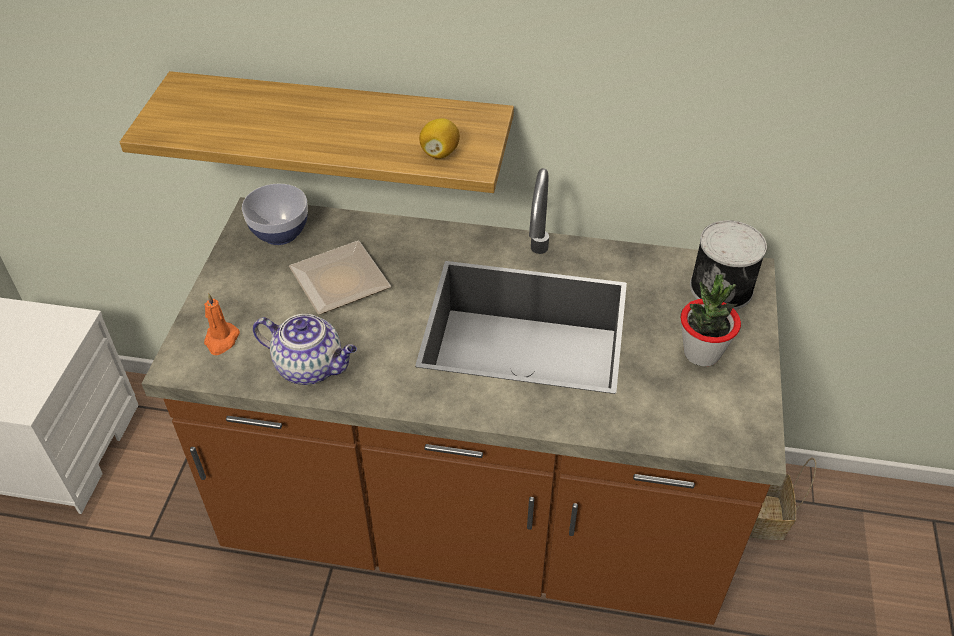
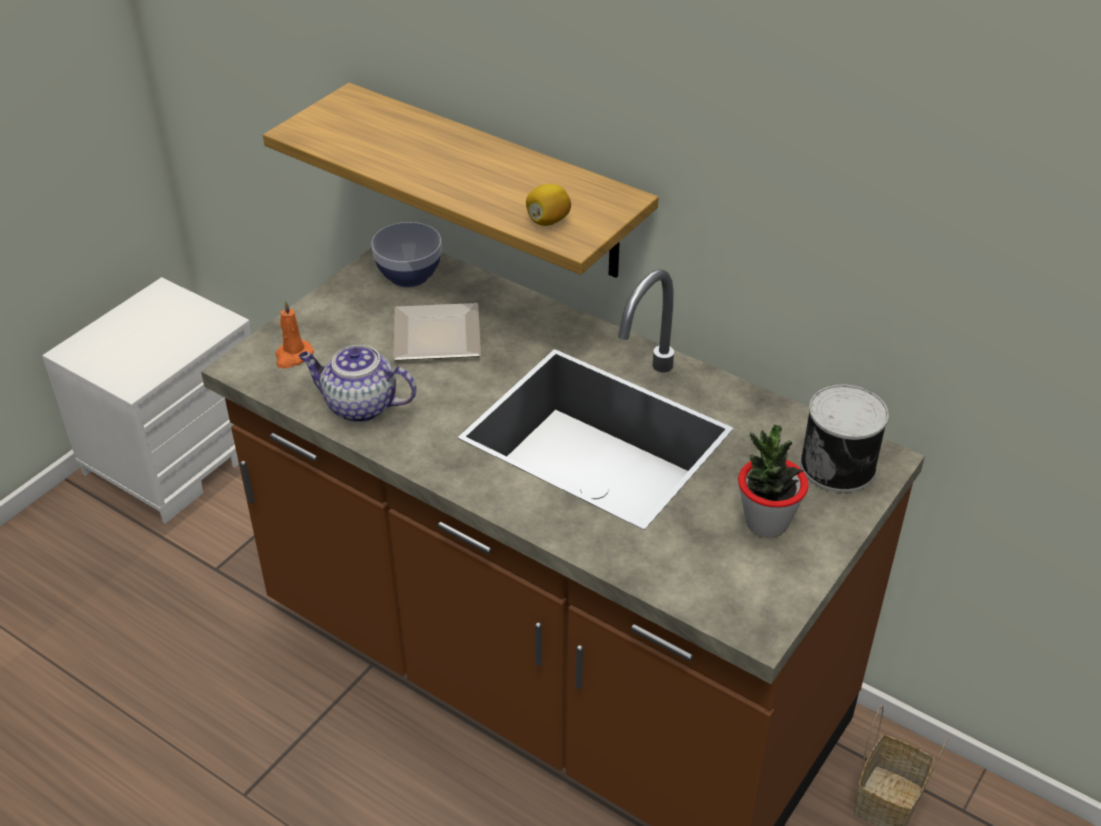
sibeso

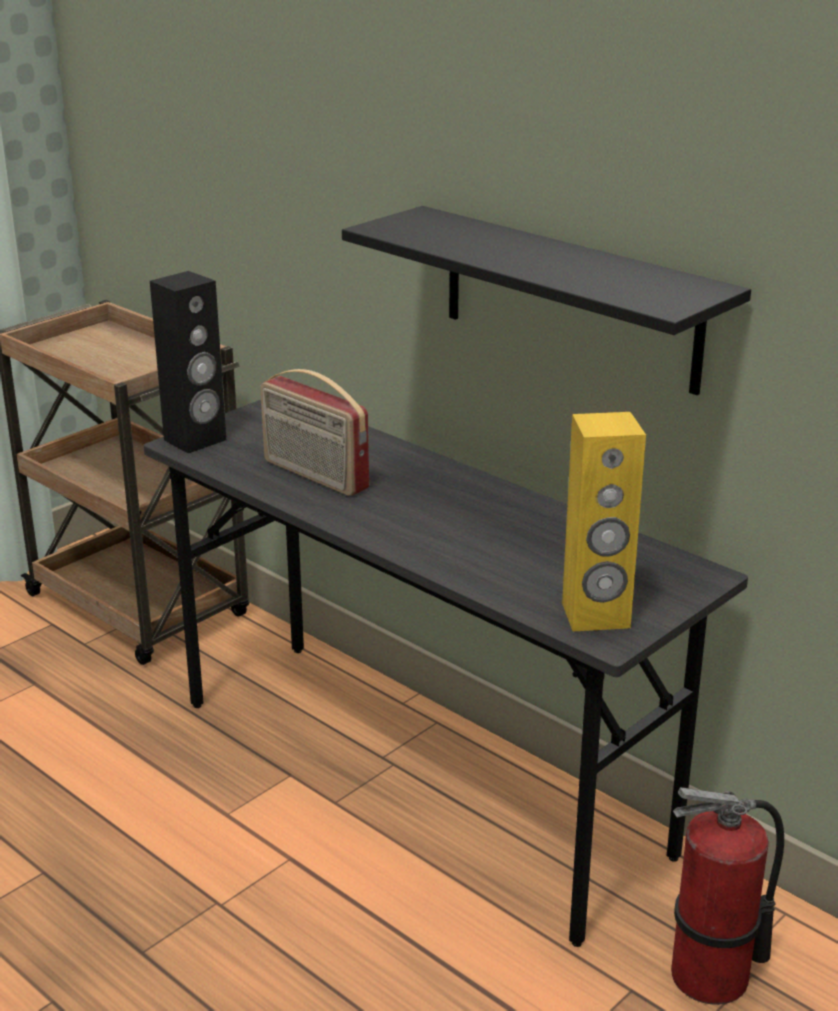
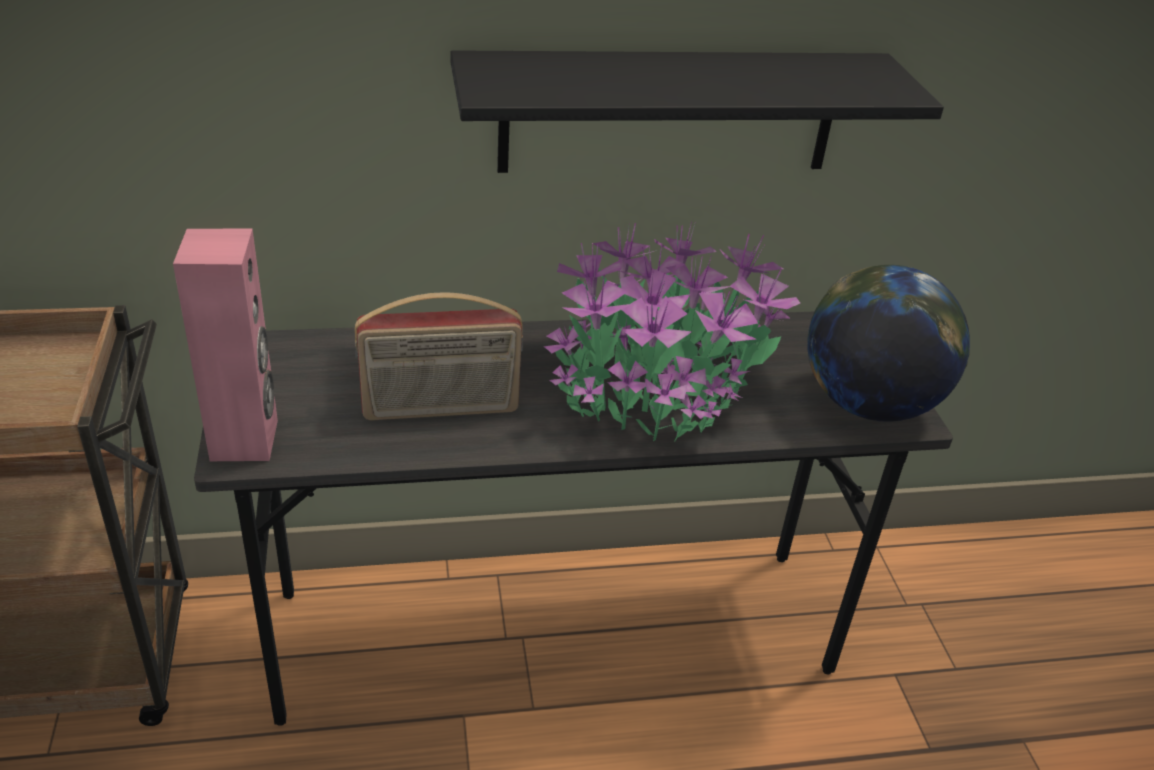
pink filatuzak; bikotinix; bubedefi; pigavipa

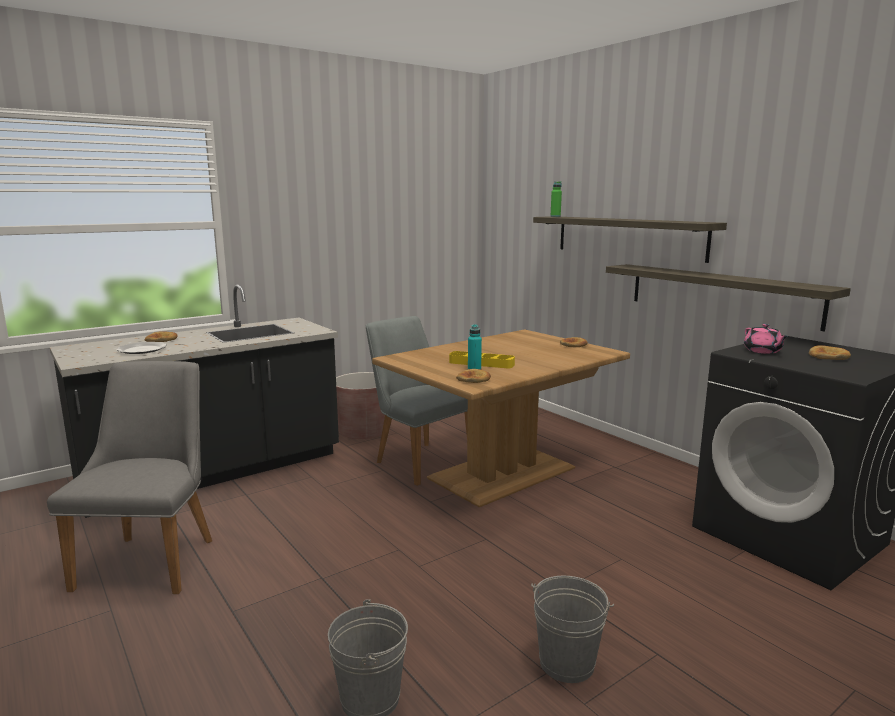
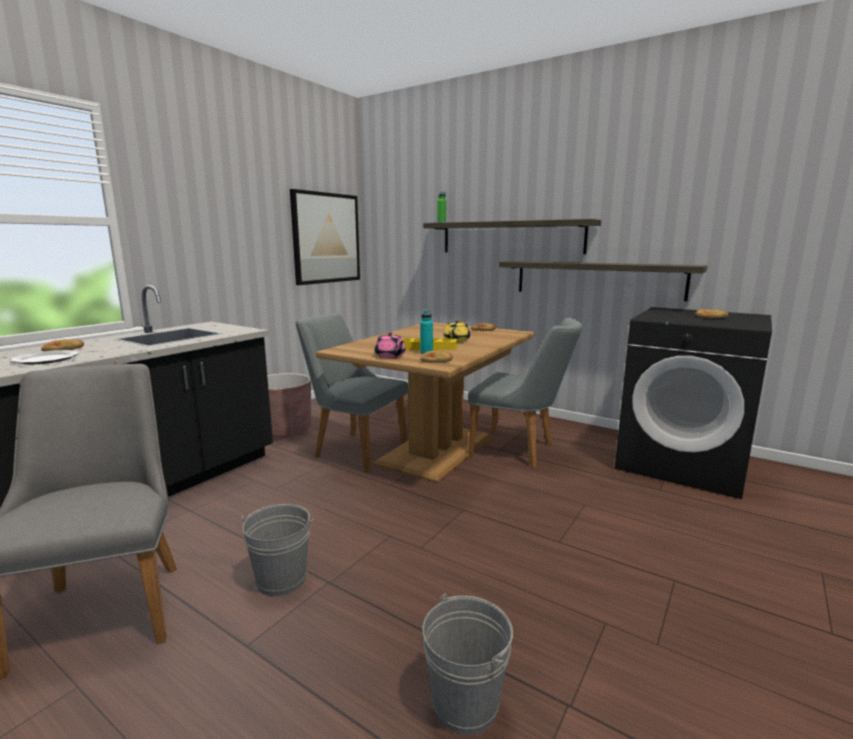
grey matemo (no. 1 from left); pink sibeso; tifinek; yellow sibeso; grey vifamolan (no. 3 from left)

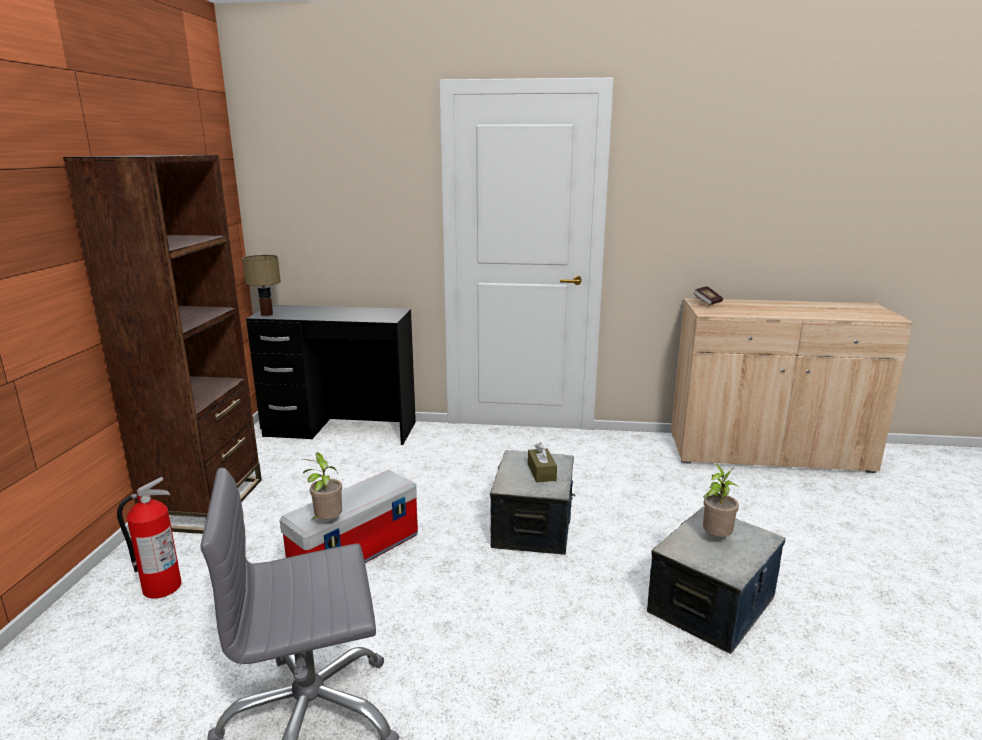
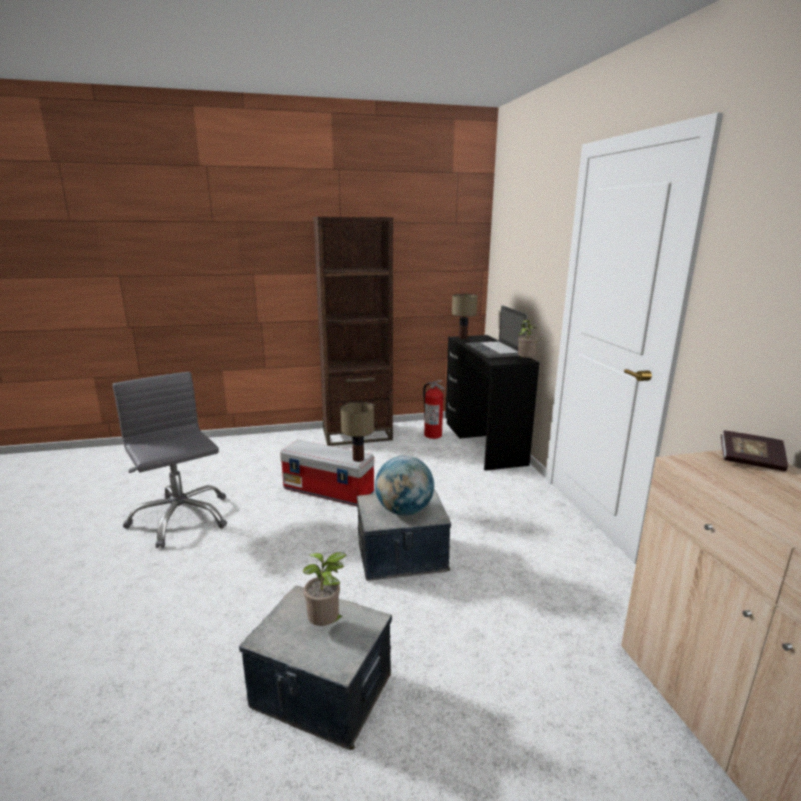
bubedefi; pigavipa (no. 2 from left); bikotinix; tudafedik (no. 1 from left); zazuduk

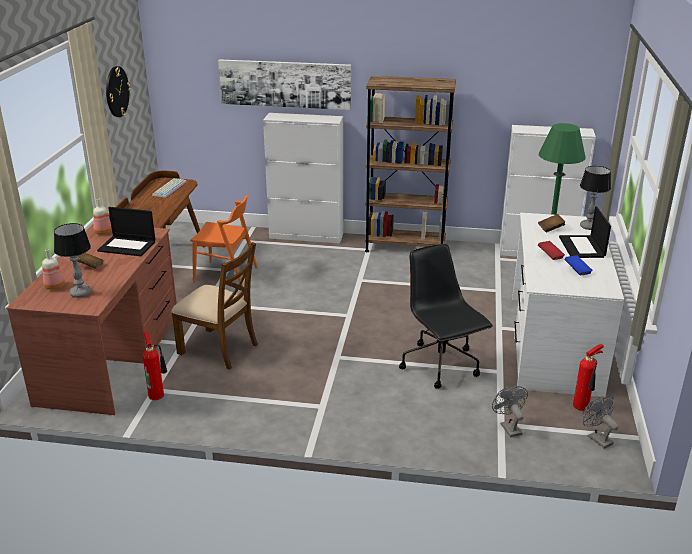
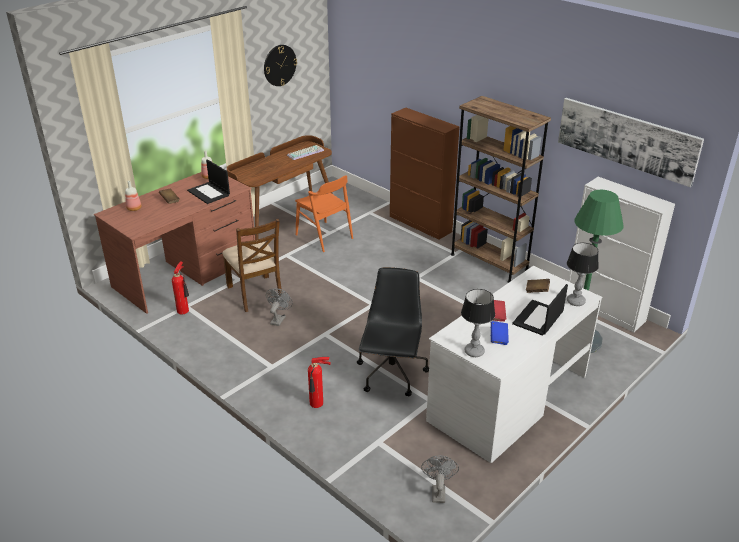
tudafedik (no. 1 from left); tifinek; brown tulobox; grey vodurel (no. 1 from left); bubedefi (no. 2 from left)

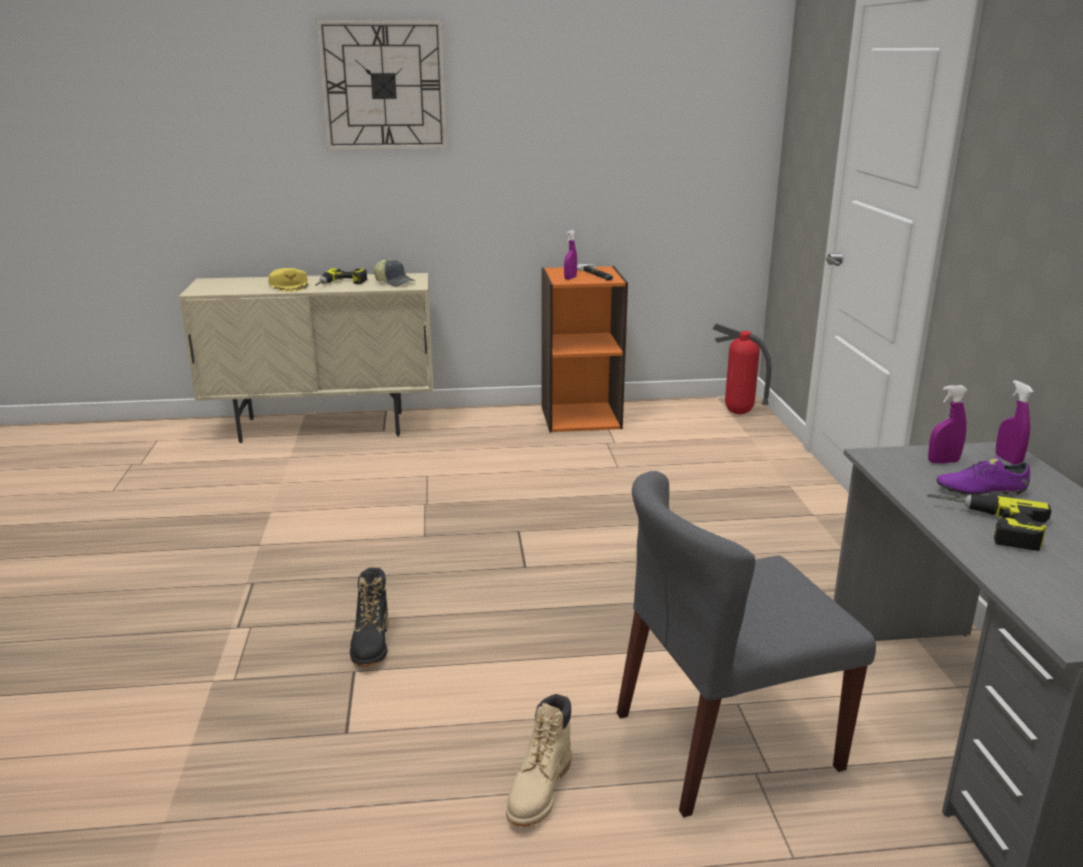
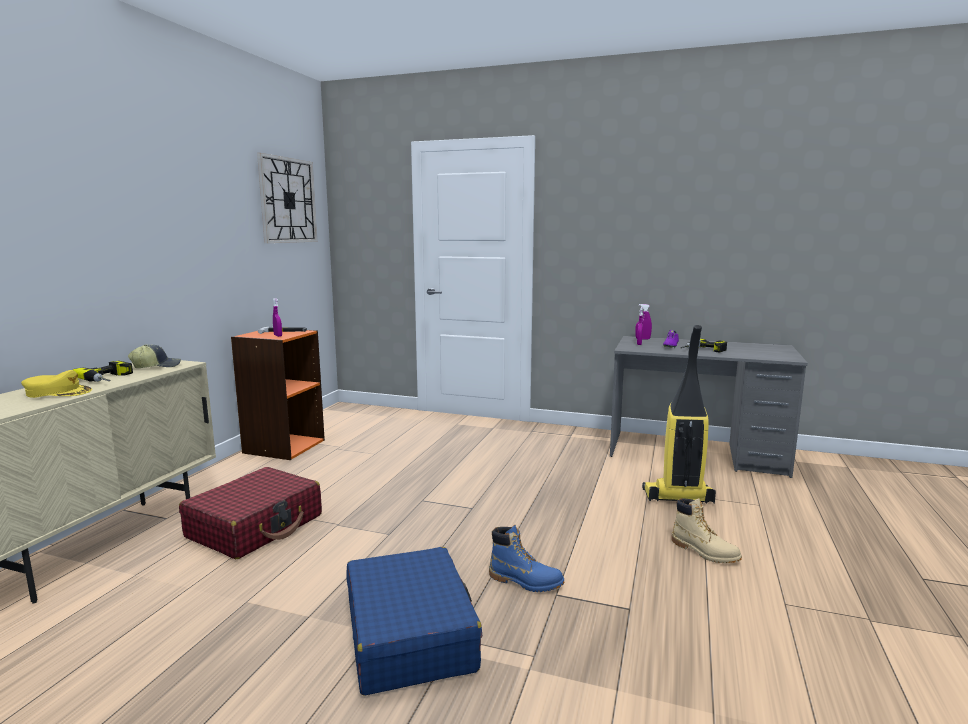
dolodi; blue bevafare; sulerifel; bubedefi; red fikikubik; blue fikikubik

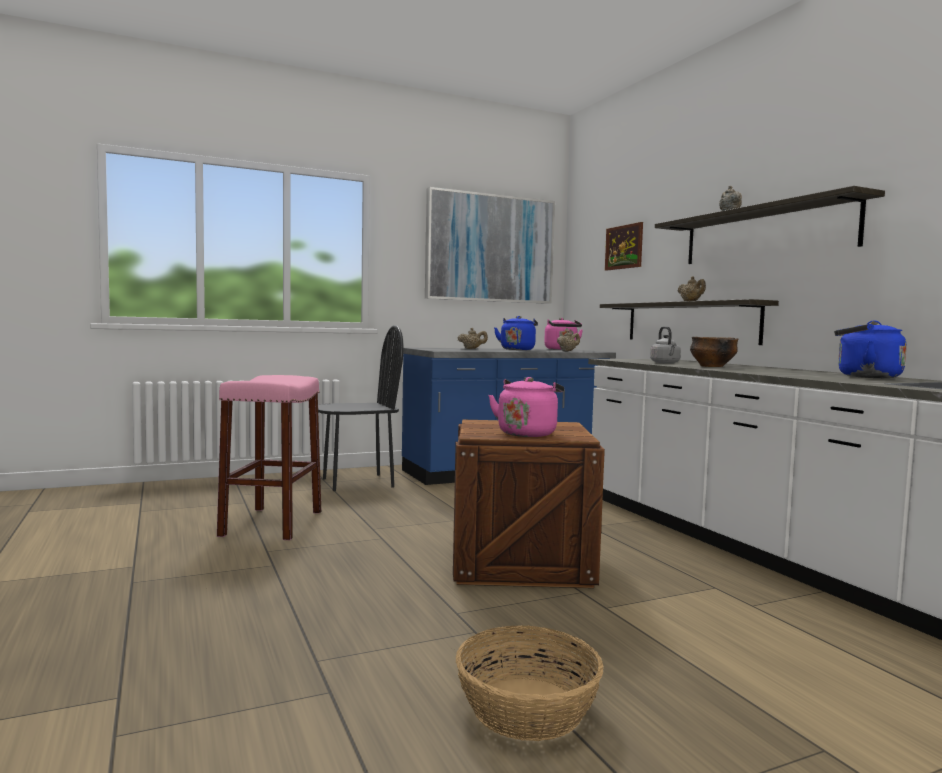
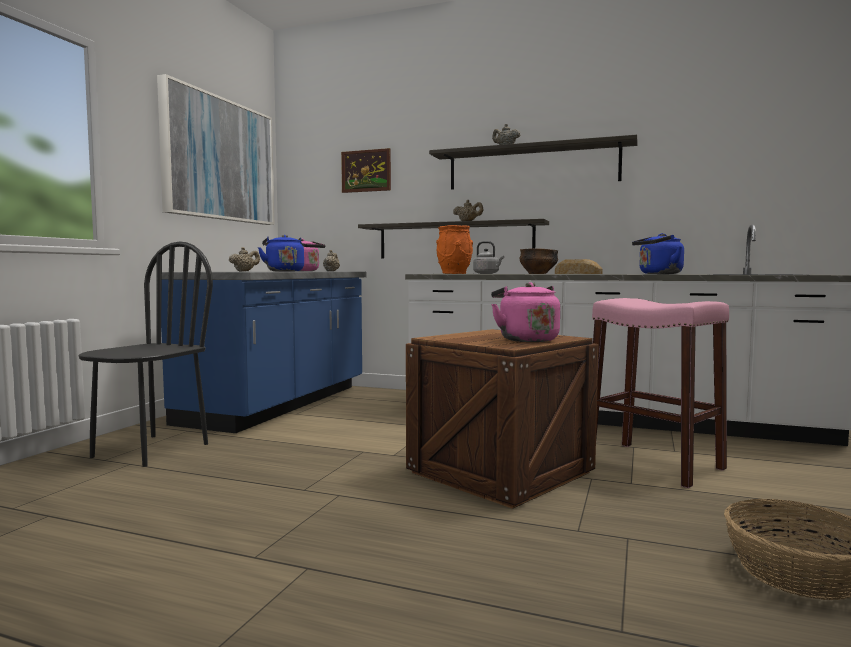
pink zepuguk; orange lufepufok; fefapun

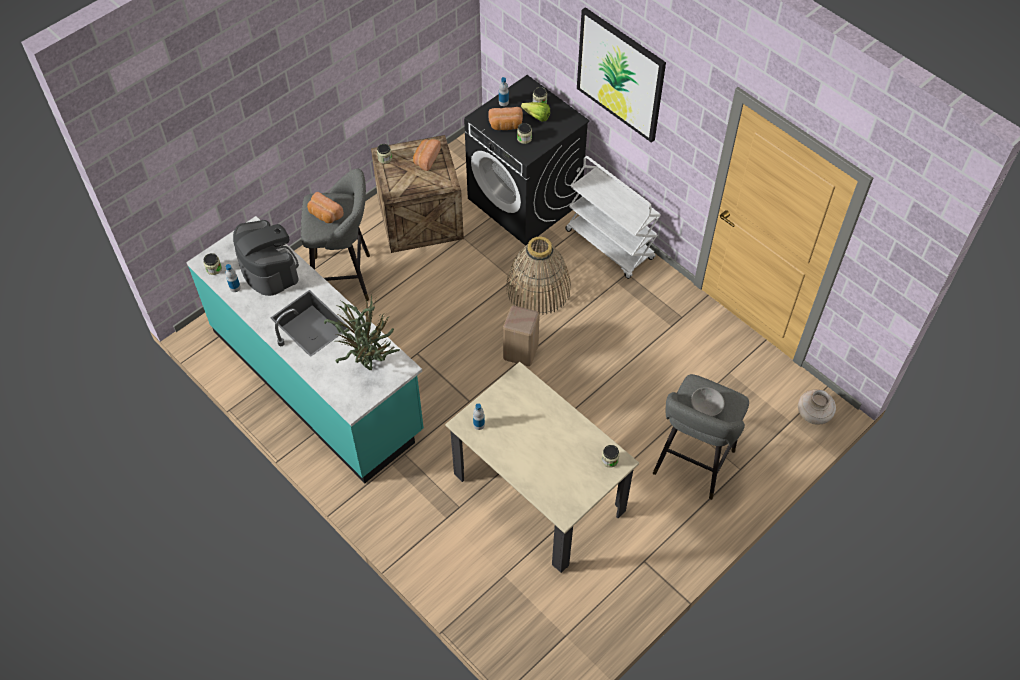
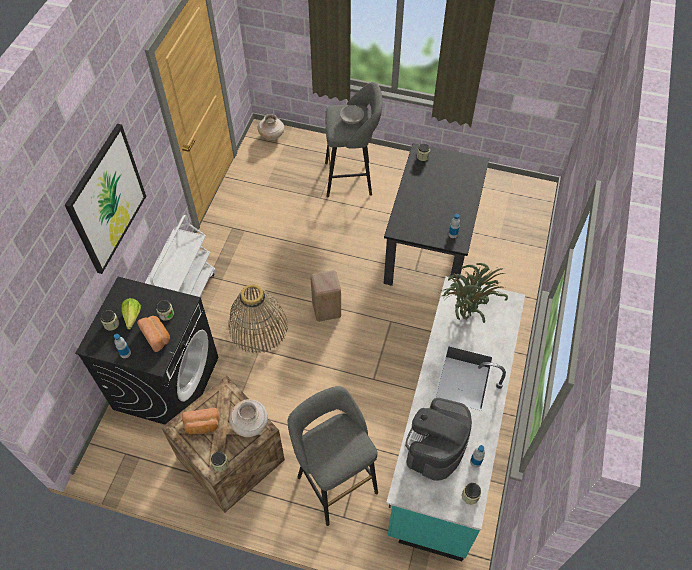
fefapun (no. 1 from left in the first image); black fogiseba; beige lufepufok (no. 1 from left)

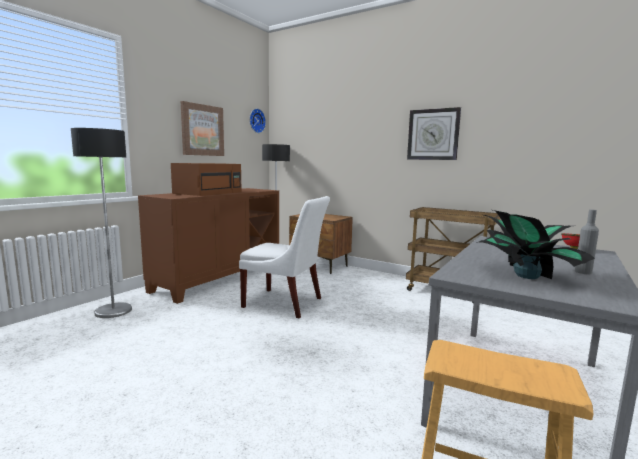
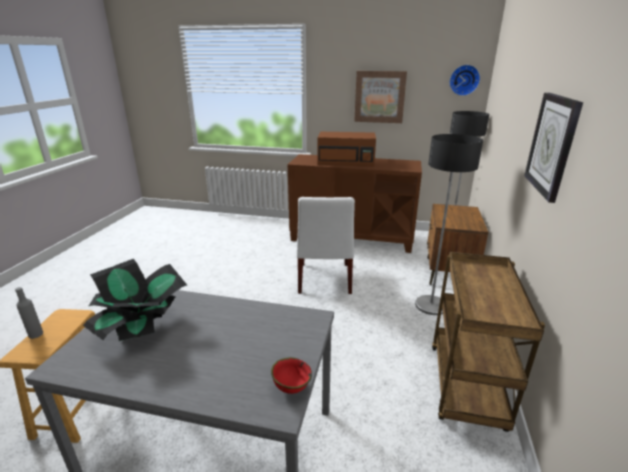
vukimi (no. 1 from left); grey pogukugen

